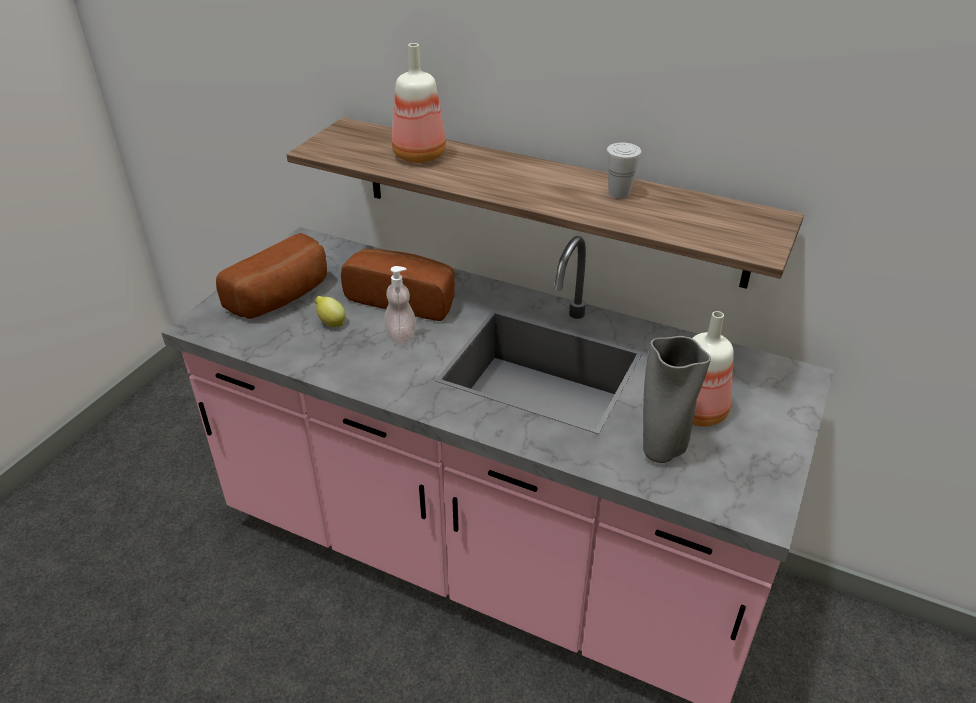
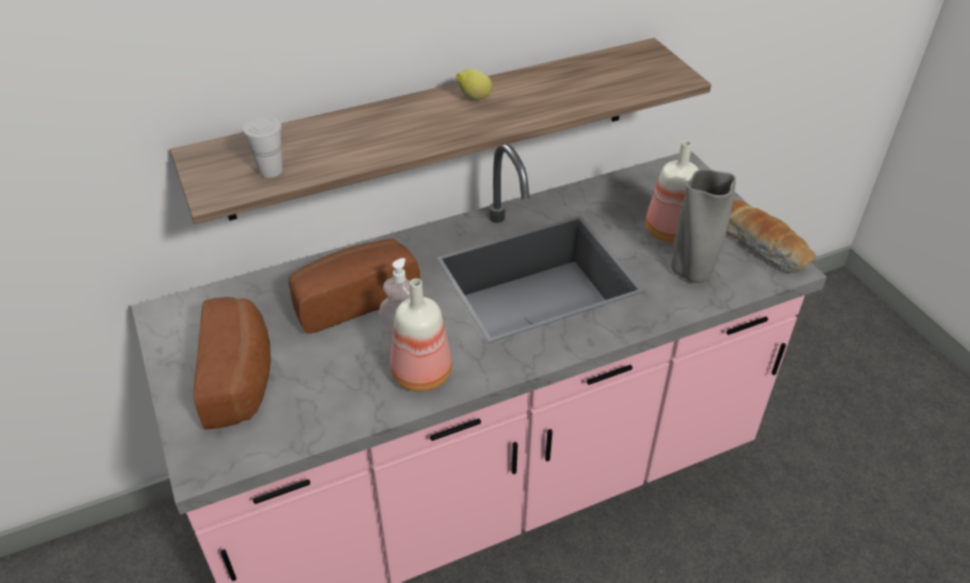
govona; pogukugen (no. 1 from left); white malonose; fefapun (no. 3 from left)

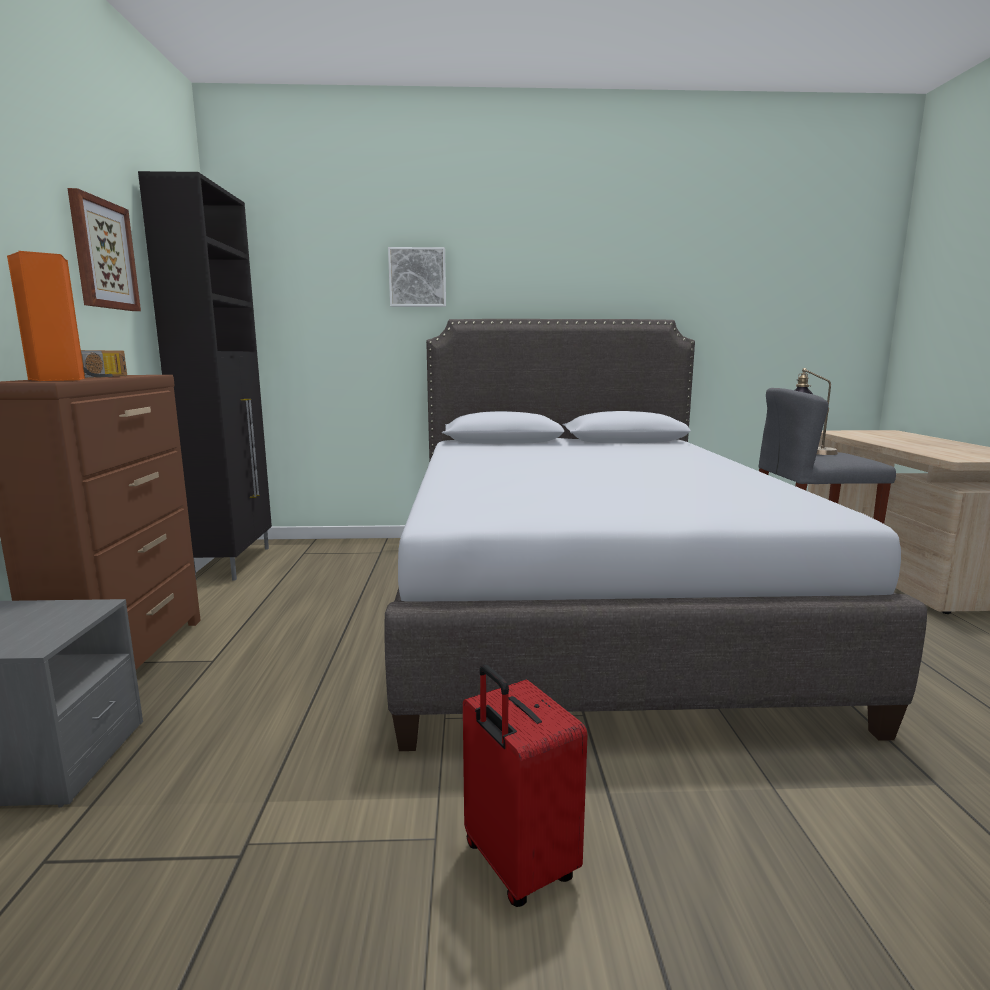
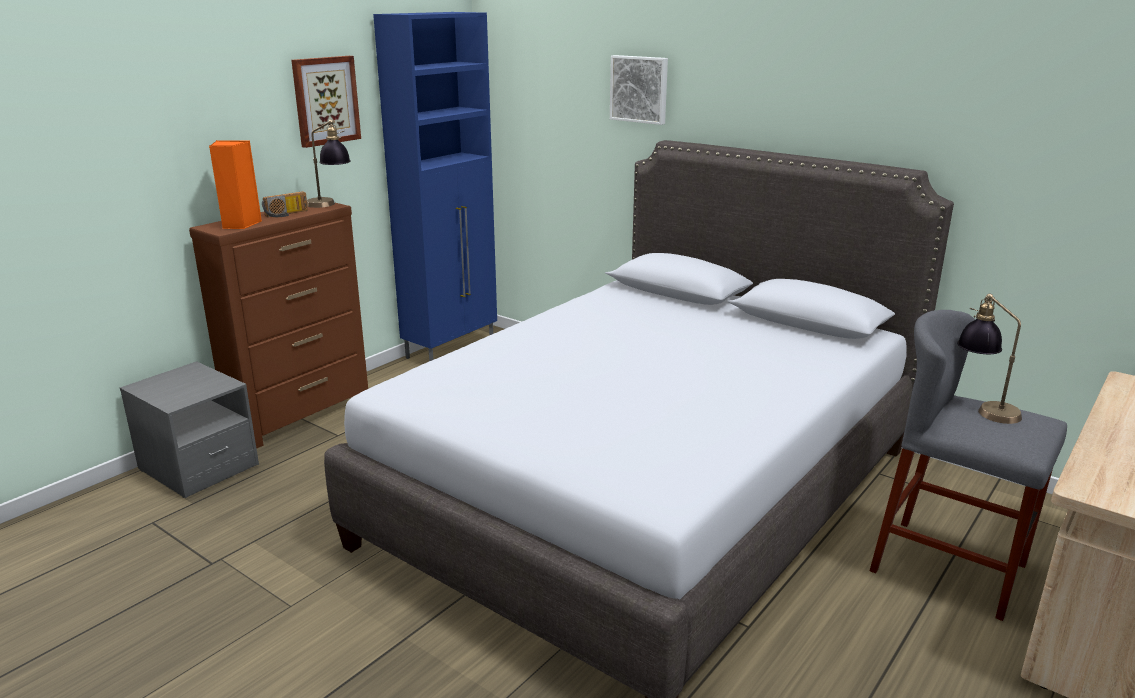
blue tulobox; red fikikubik; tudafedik (no. 1 from left)

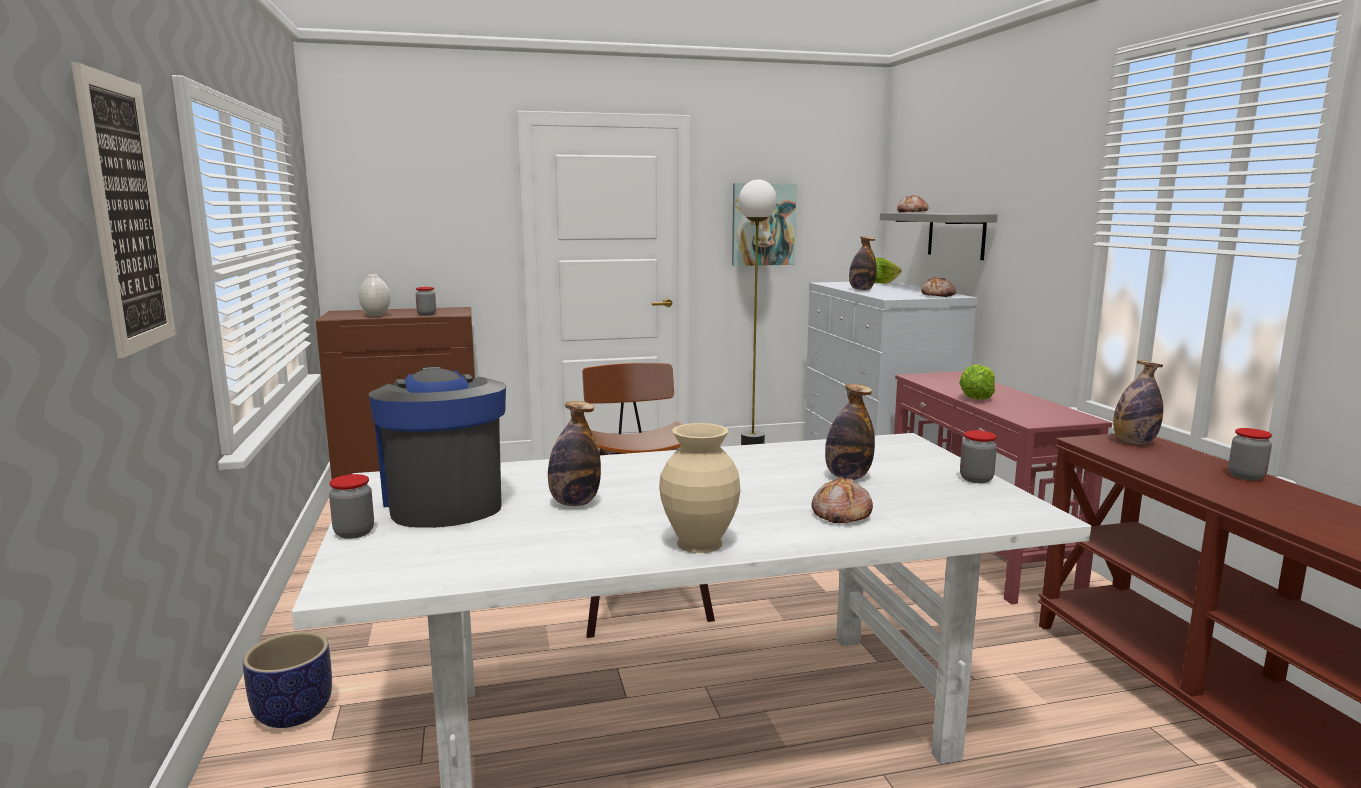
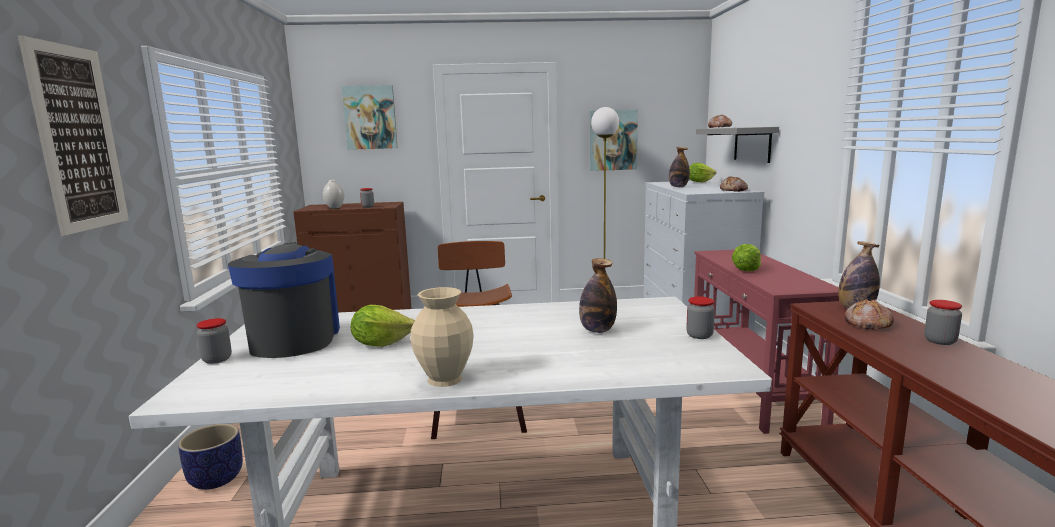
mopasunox (no. 1 from left); fefapun (no. 3 from left); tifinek (no. 2 from left)

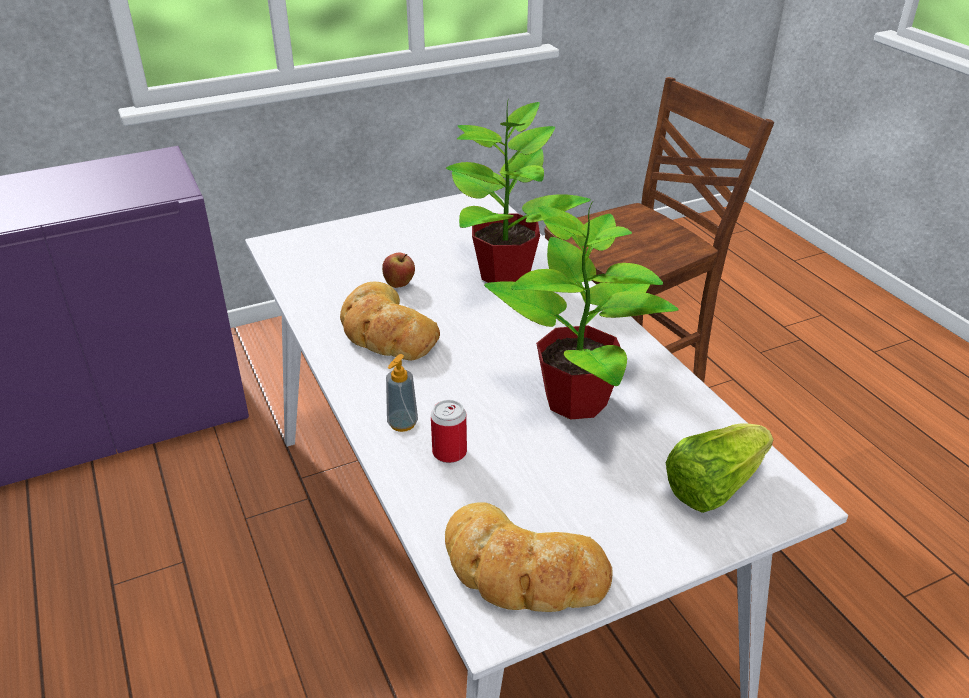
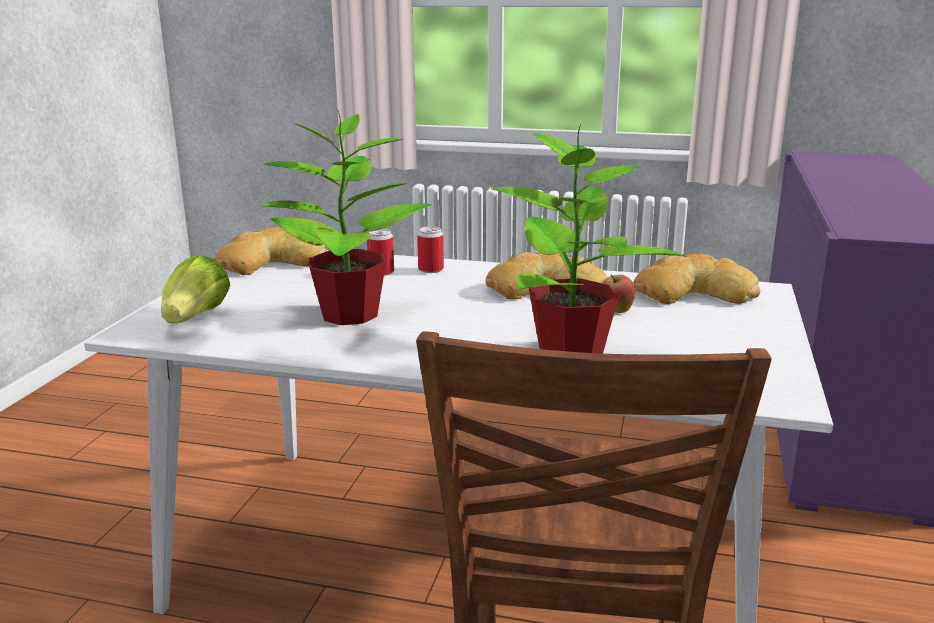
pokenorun (no. 2 from left); fefapun (no. 3 from left)

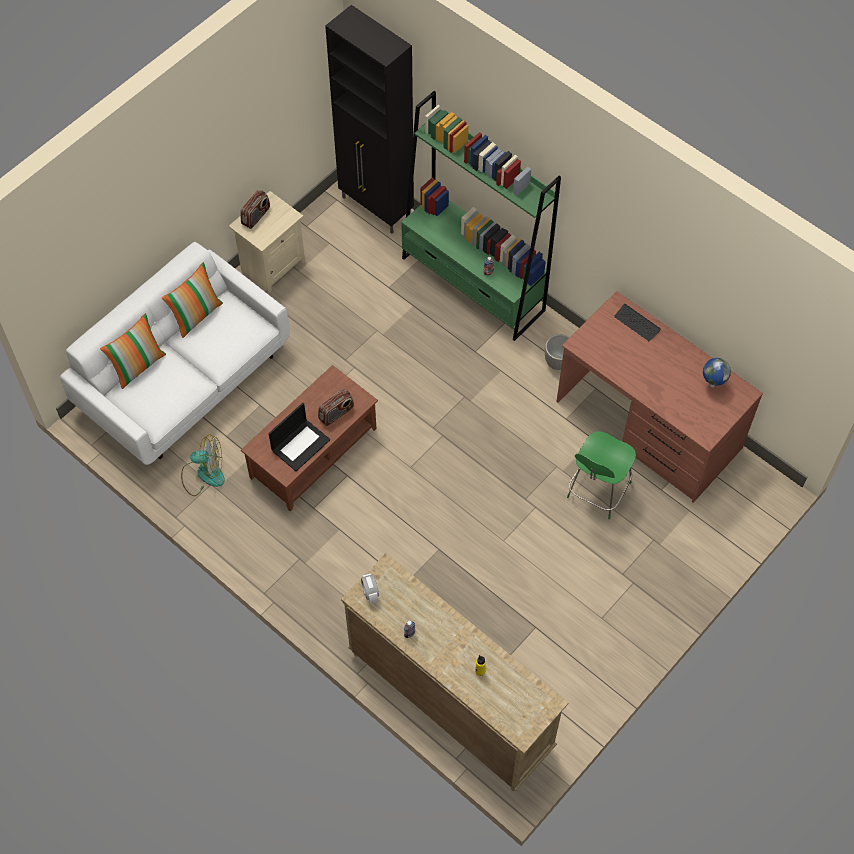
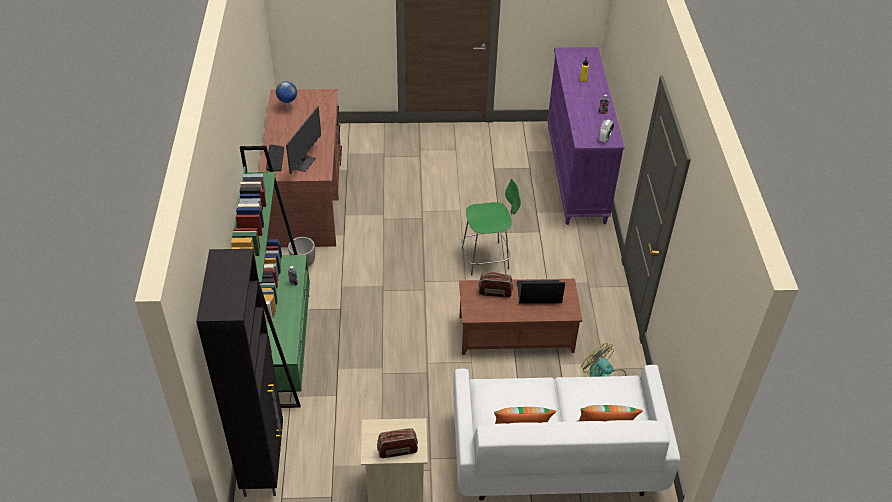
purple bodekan; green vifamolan; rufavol

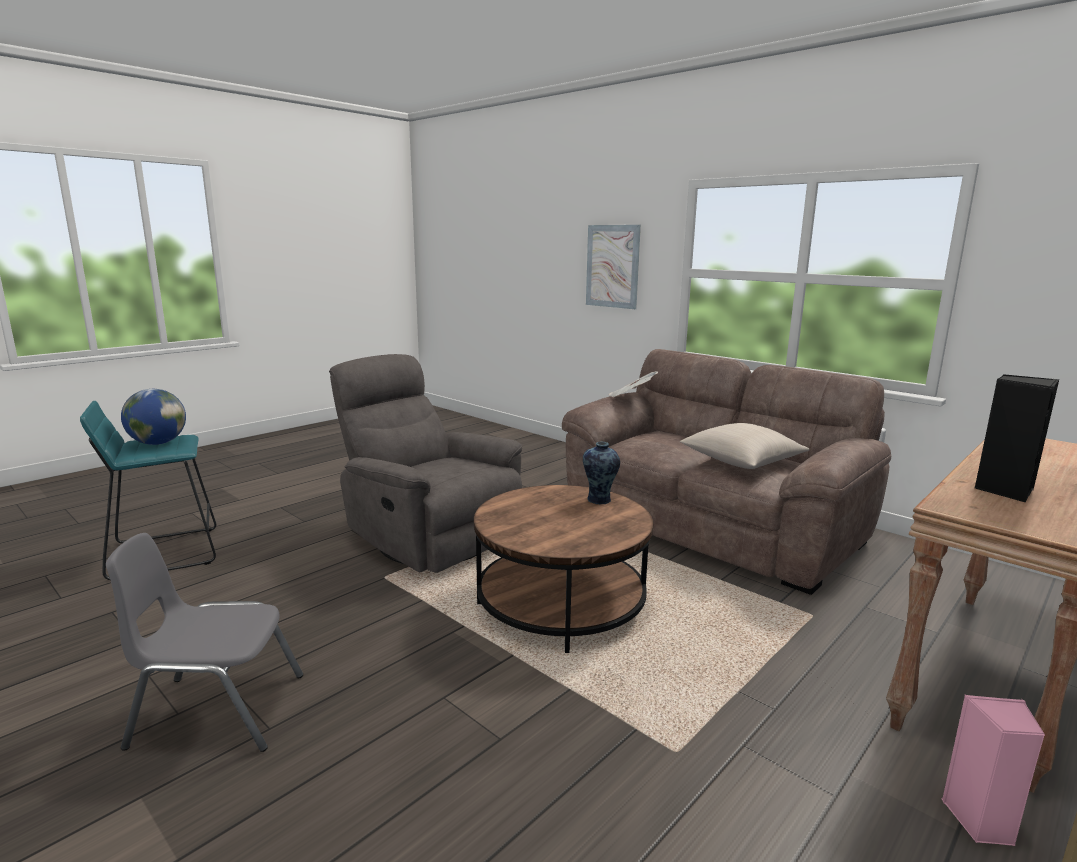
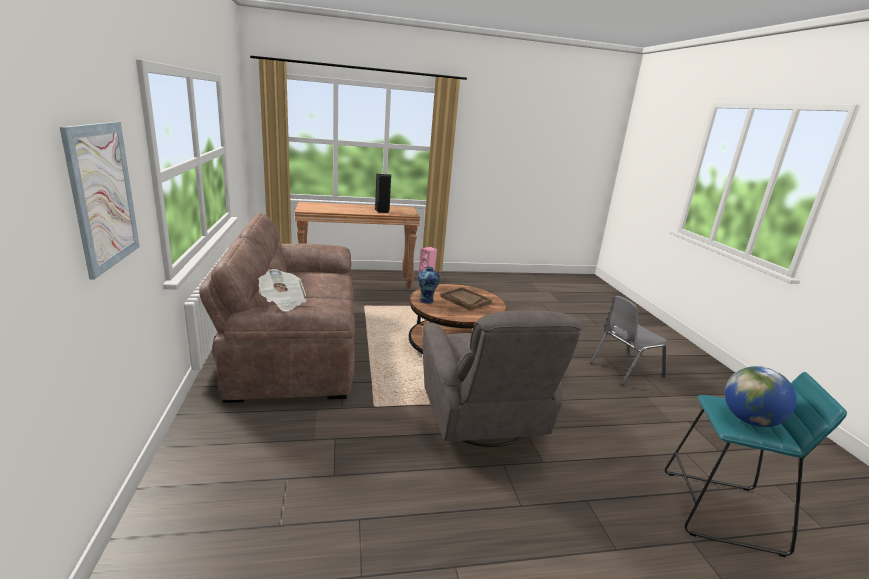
grey vifamolan; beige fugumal; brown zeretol

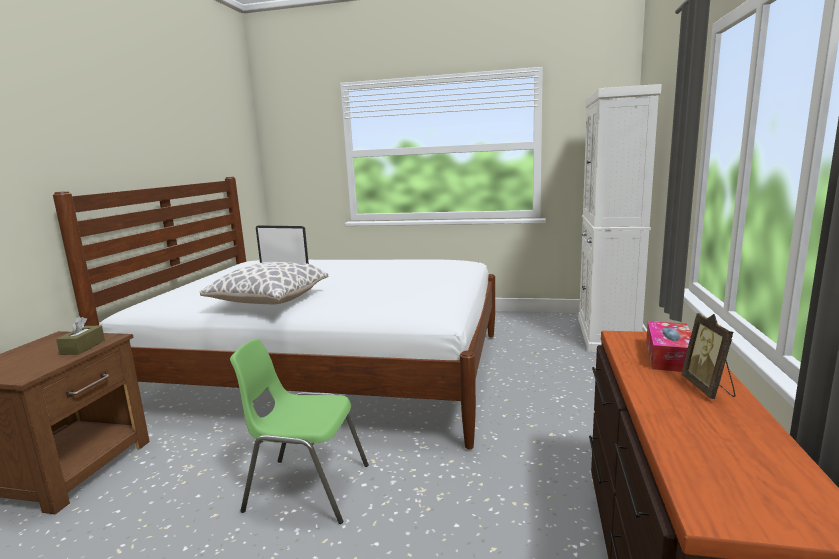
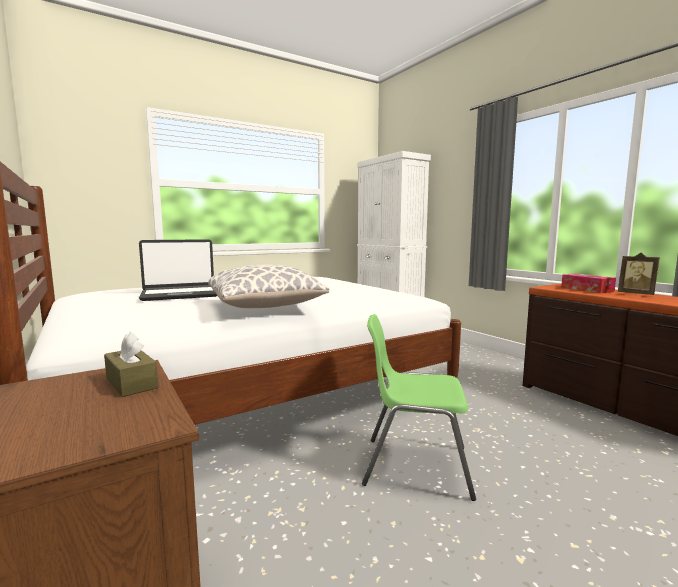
green vifamolan

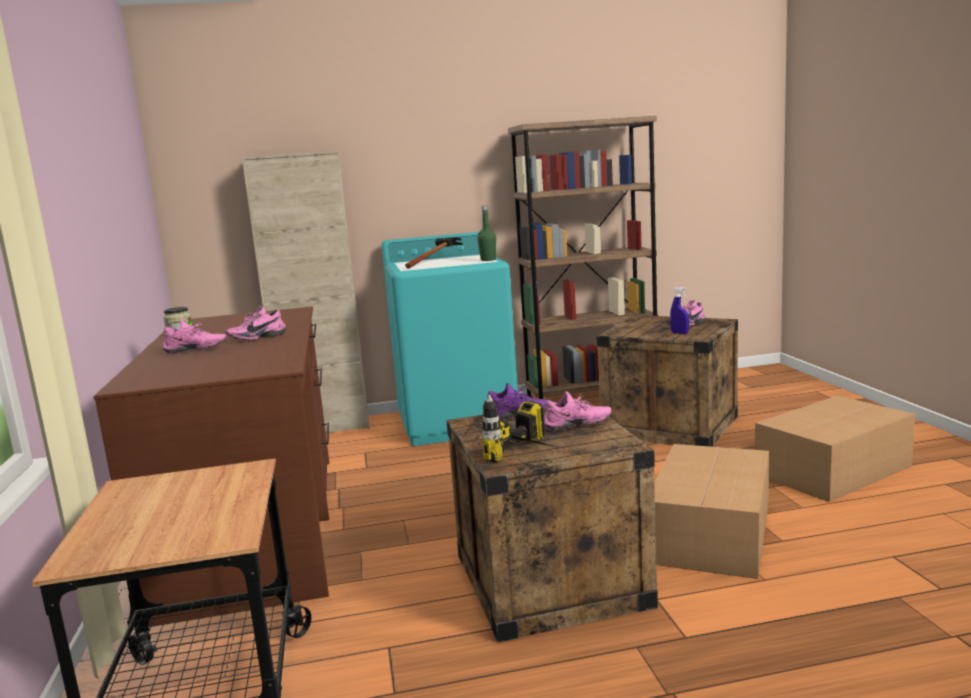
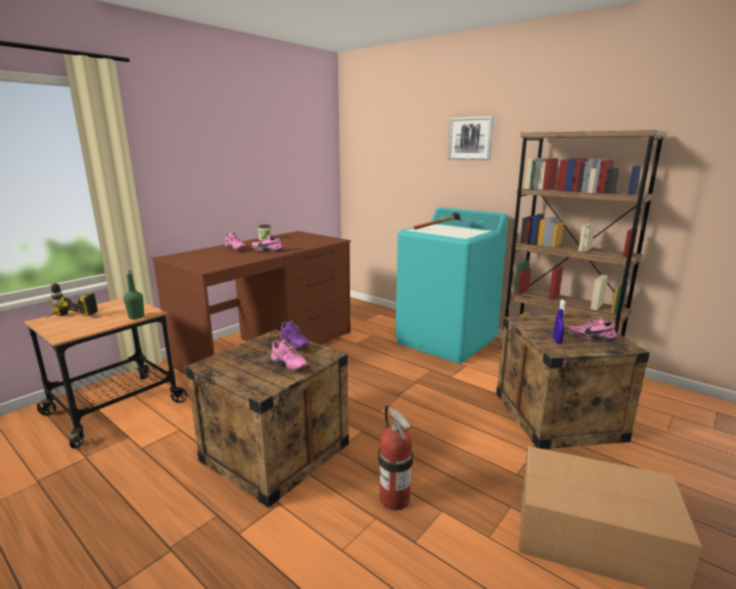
beige tulobox; green pogukugen; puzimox; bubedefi; tifinek

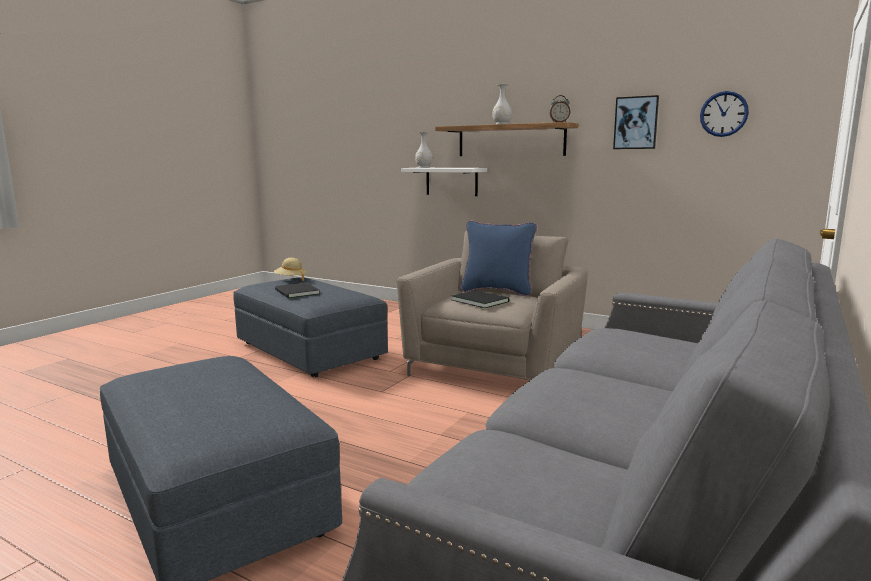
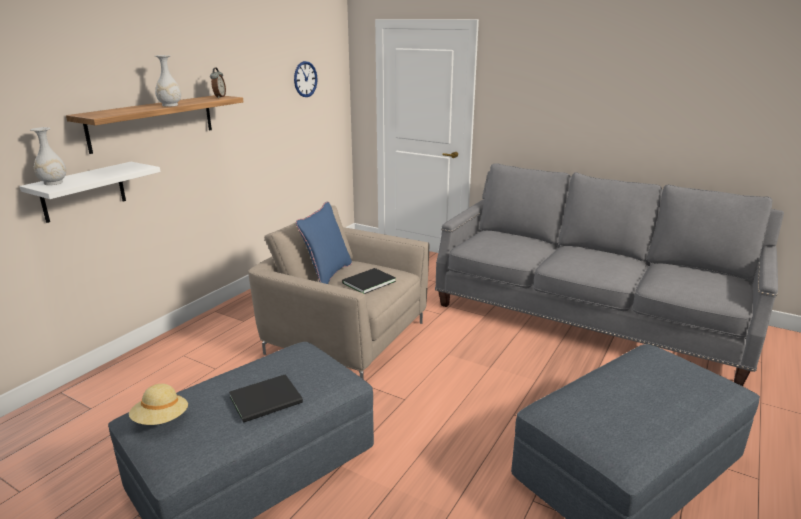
tifinek

